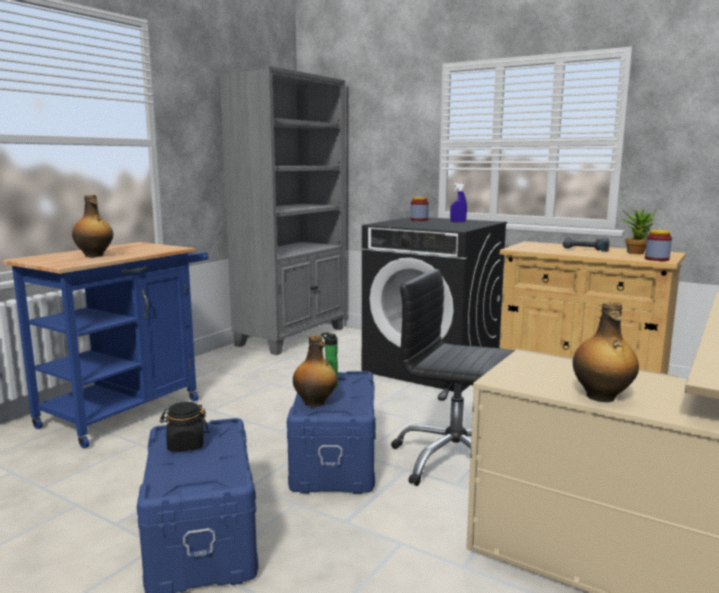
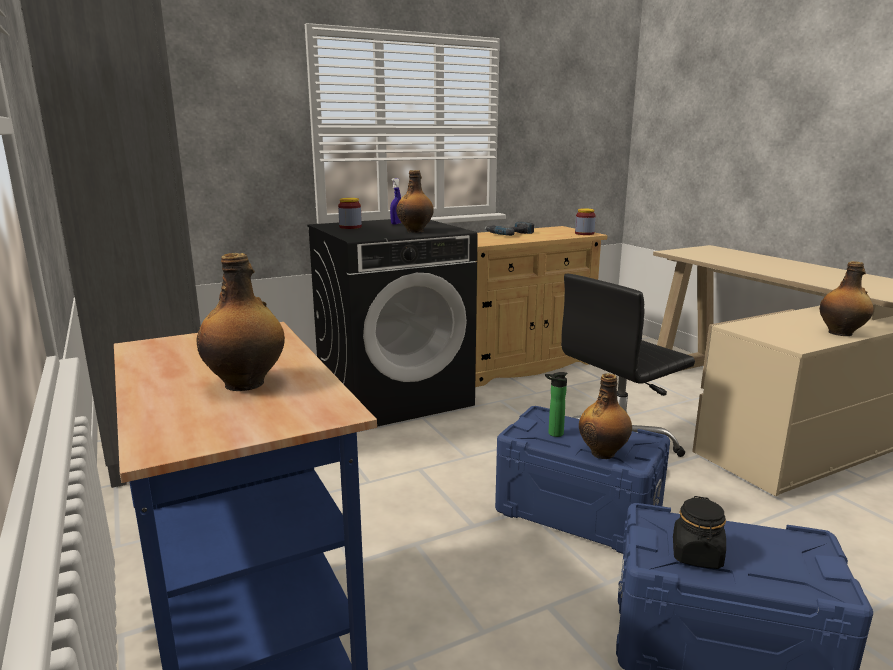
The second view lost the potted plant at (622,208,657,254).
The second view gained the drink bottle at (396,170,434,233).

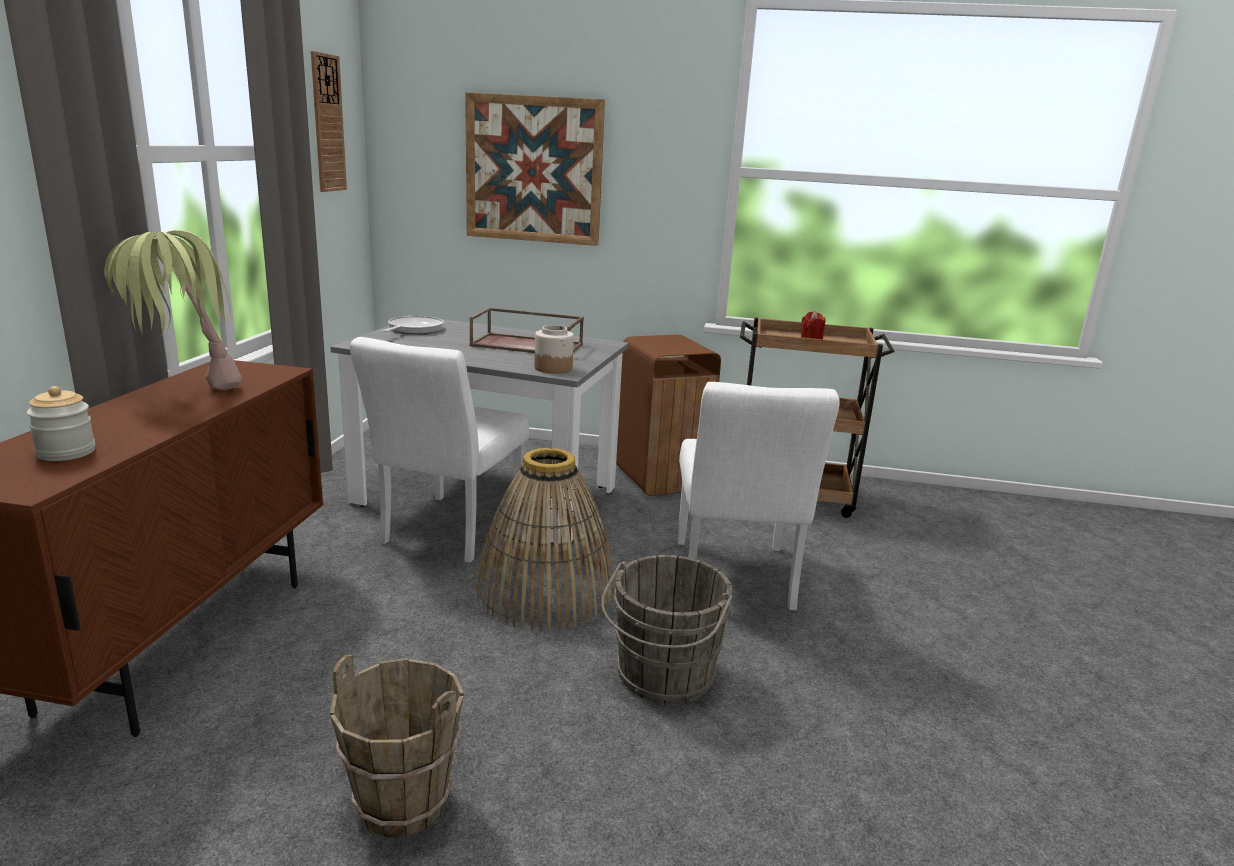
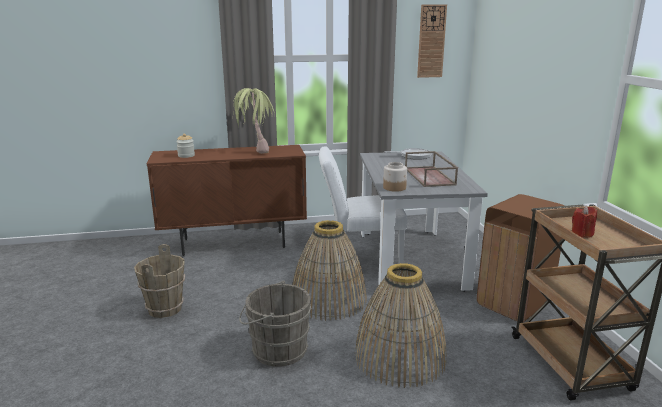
The second view lost the picture at (465,92,605,246).
Where the white-coloured plain chair stood at (677,382,840,610), the basket came to stand at (354,263,447,388).

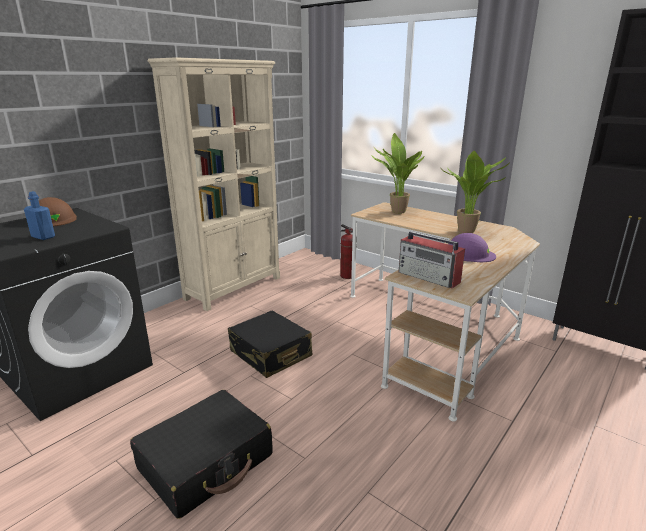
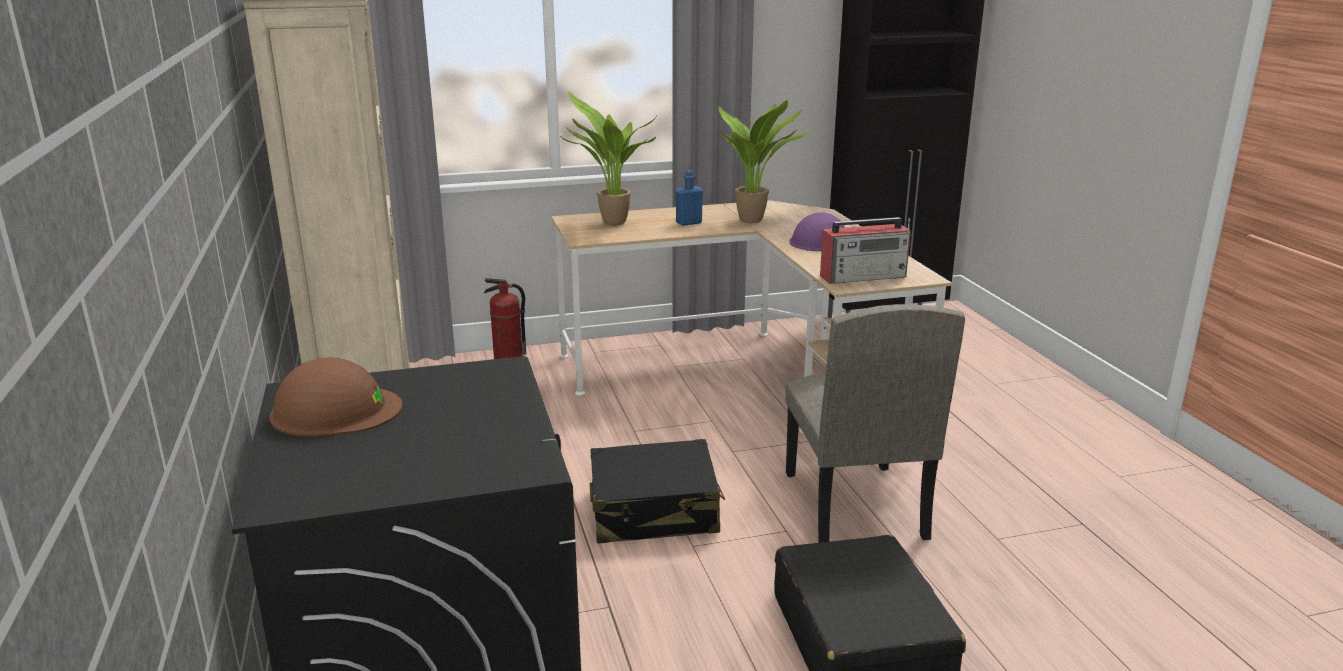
The bluish drink bottle ended up elsewhere, having gone from (24,191,55,240) to (675,170,703,226).
The second view gained the beige-coloured plain chair at (785,304,965,543).

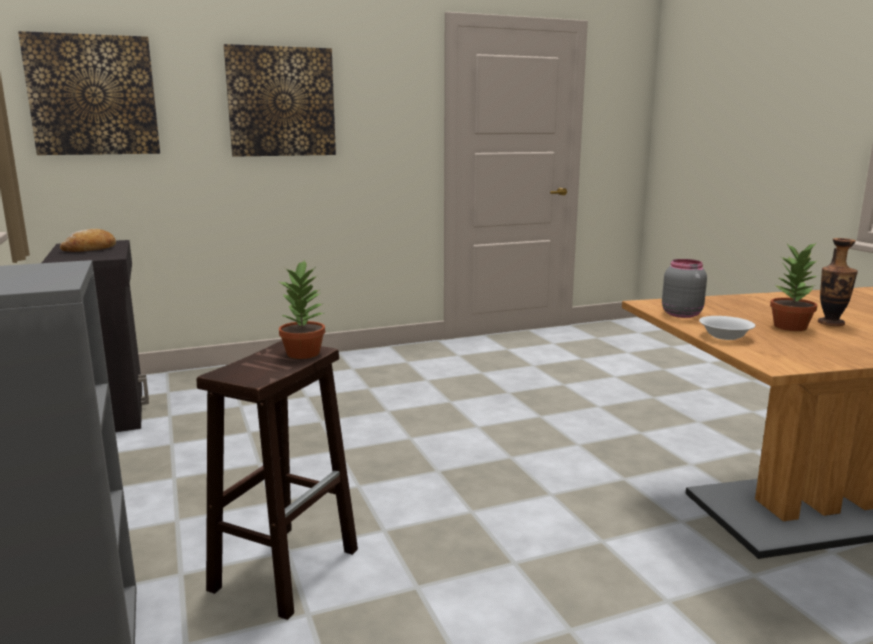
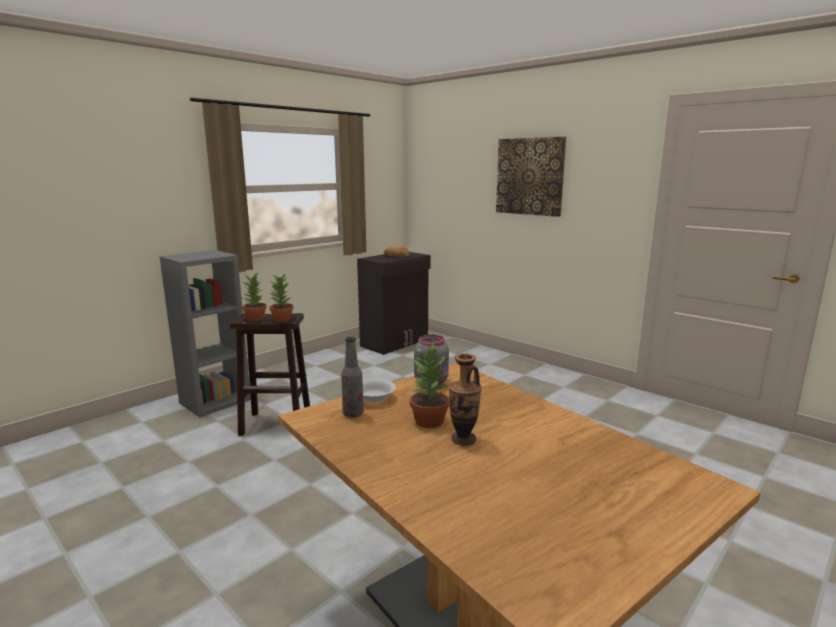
The second view lost the picture at (18,31,160,155).
The second view gained the potted plant at (242,273,267,322).
The second view gained the drink bottle at (341,337,364,417).

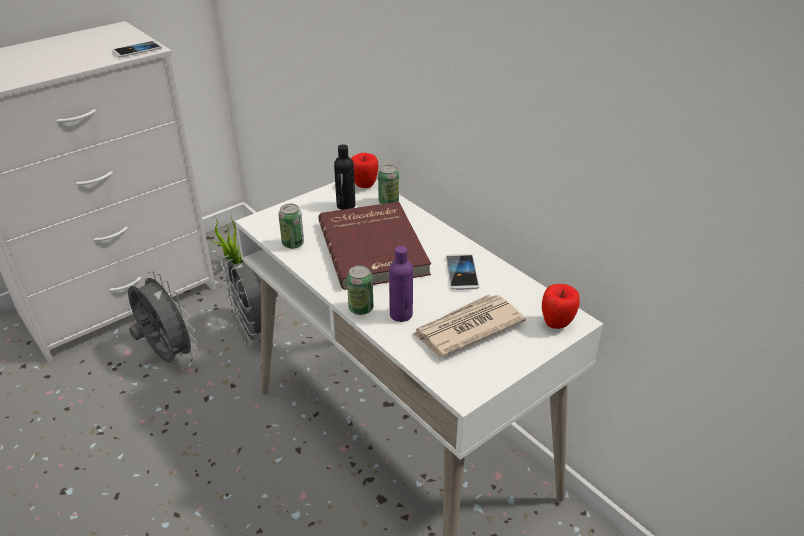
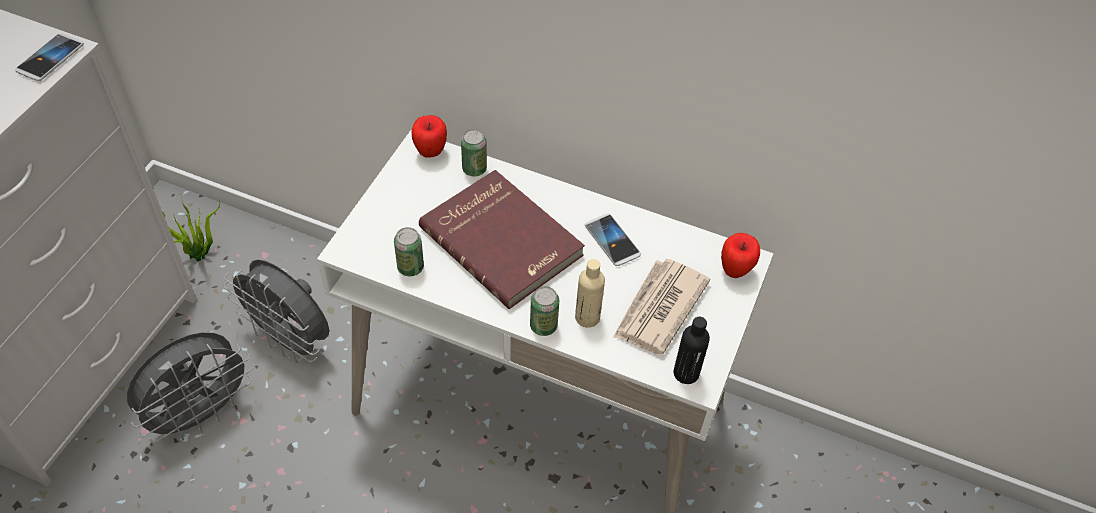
The black-coloured drink bottle ended up elsewhere, having gone from (334,144,355,210) to (674,317,710,384).
What was the purple-coloured drink bottle at (389,246,413,322) turned into the beige-coloured drink bottle at (575,259,605,328).
The gray fan at (128,271,198,363) ended up facing another way, 120 degrees clockwise from before.

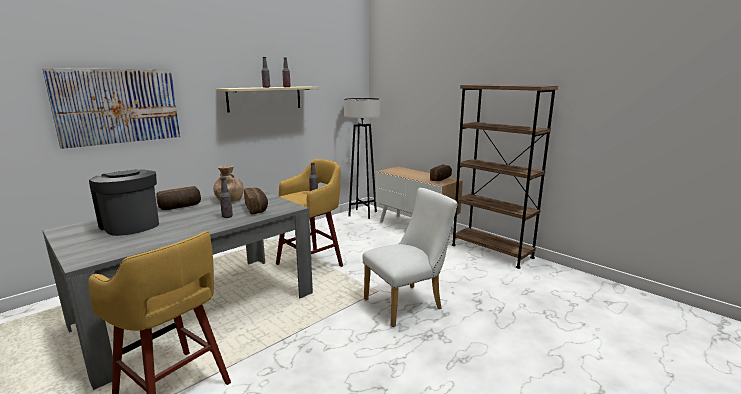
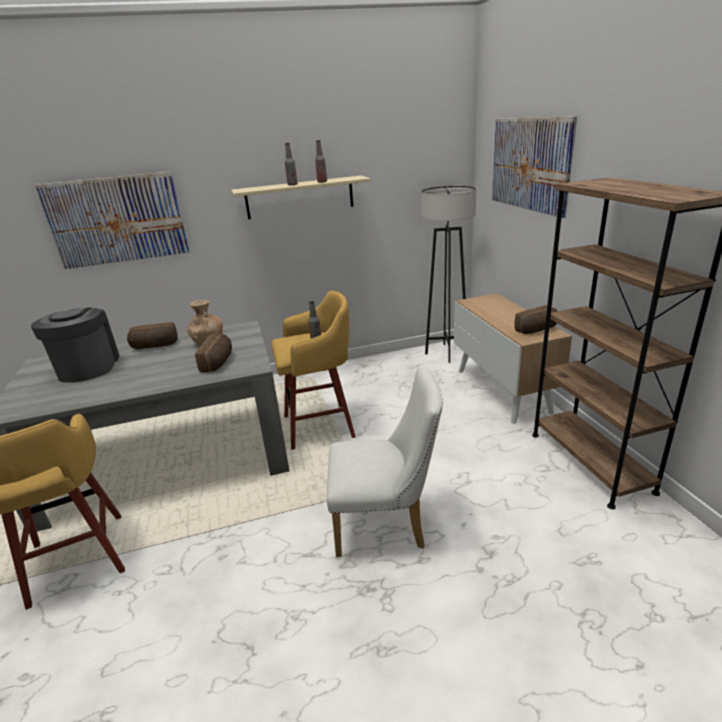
The second view lost the drink bottle at (220,178,233,218).
The second view gained the picture at (492,116,577,218).

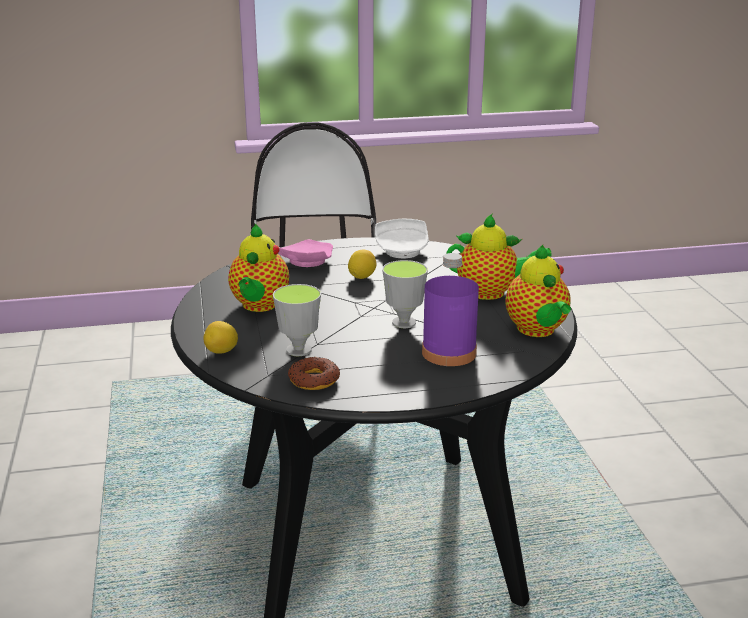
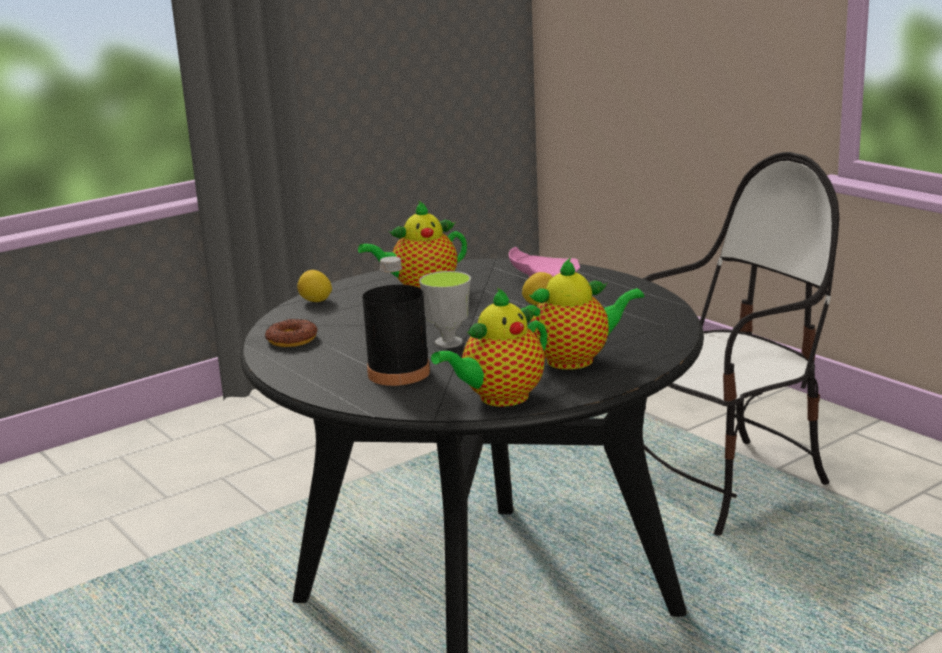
The teapot at (446,214,552,300) ended up facing another way, 90 degrees counterclockwise from before.
The second view lost the white-coloured flat dish at (375,219,429,258).
What was the purple-coloured drink bottle at (422,253,479,366) turned into the black-coloured drink bottle at (362,256,430,386).
The second view lost the cup at (273,284,321,356).

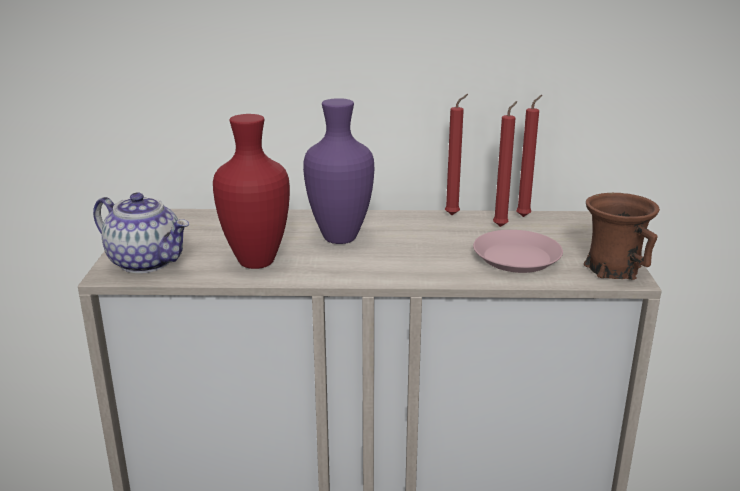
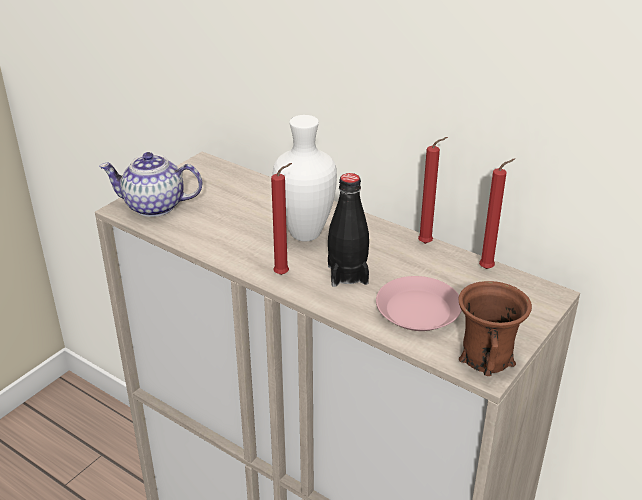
What was the purple-coloured decorative vase at (303,98,374,244) turned into the white-coloured decorative vase at (273,115,337,242).
The red wax light ended up elsewhere, having gone from (493,101,517,227) to (271,163,292,275).
The second view lost the red decorative vase at (213,114,290,269).
The teapot at (93,192,189,273) ended up facing another way, 120 degrees clockwise from before.
The second view gained the black-coloured drink bottle at (328,173,369,287).

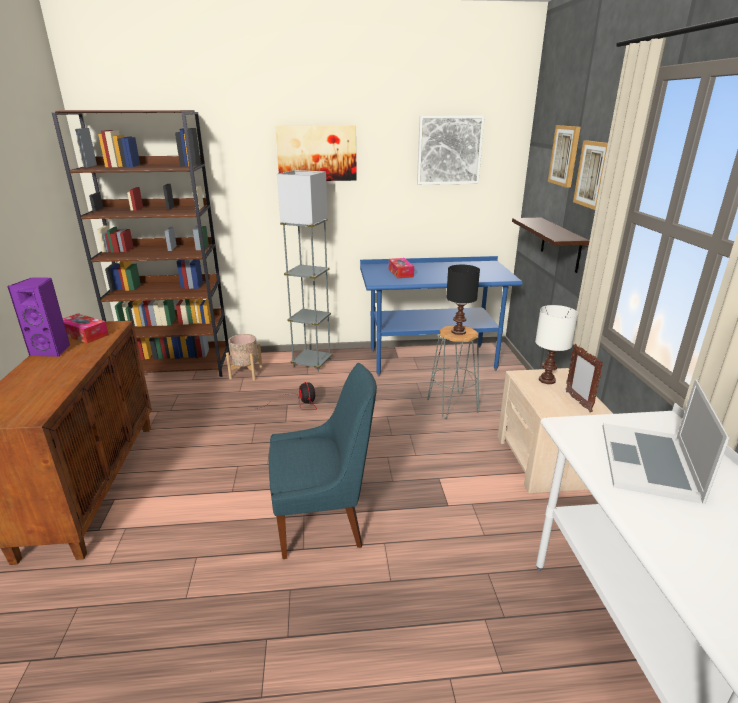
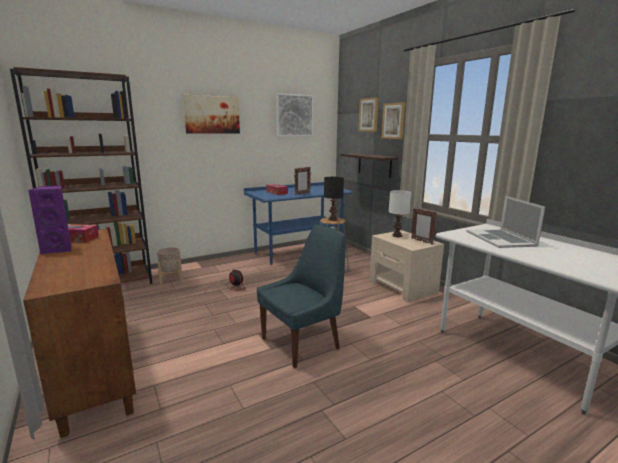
The second view lost the gray floor lamp at (277,170,332,372).
The second view gained the picture frame at (294,167,311,195).

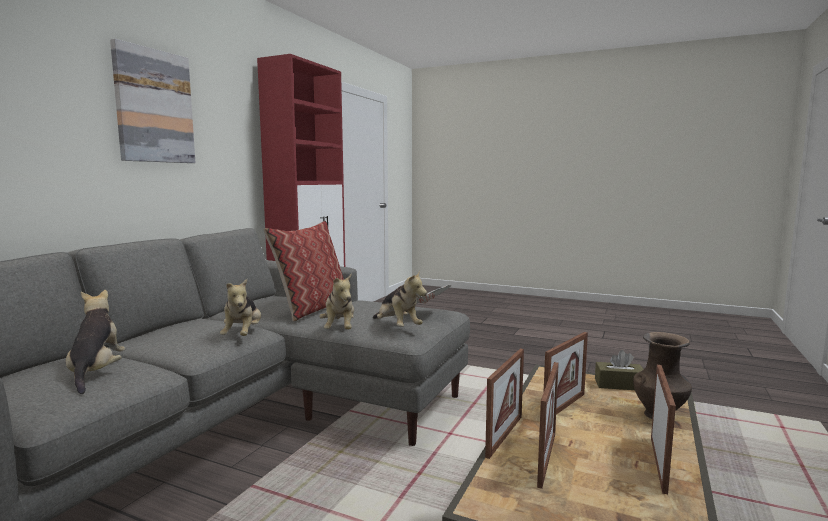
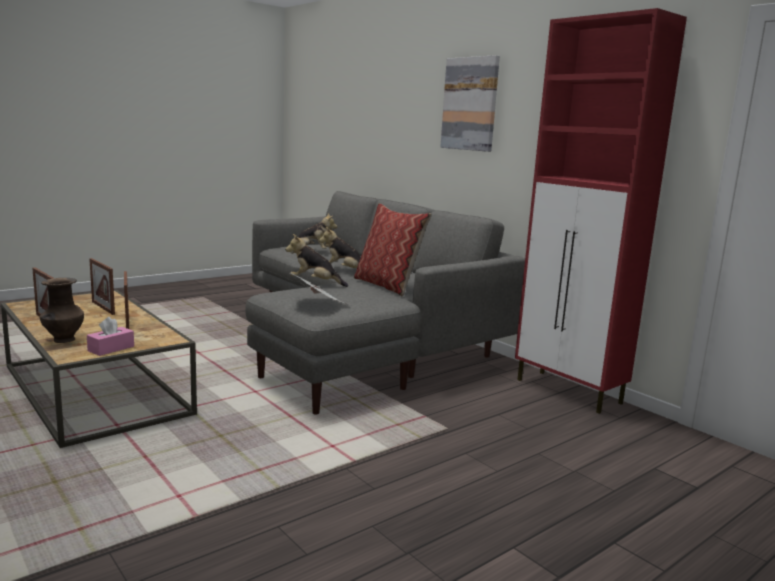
The second view lost the plush toy at (373,270,427,327).
The second view lost the picture frame at (485,349,524,459).
What was the brown box of tissues at (595,350,644,390) turned into the pink box of tissues at (87,317,134,356).

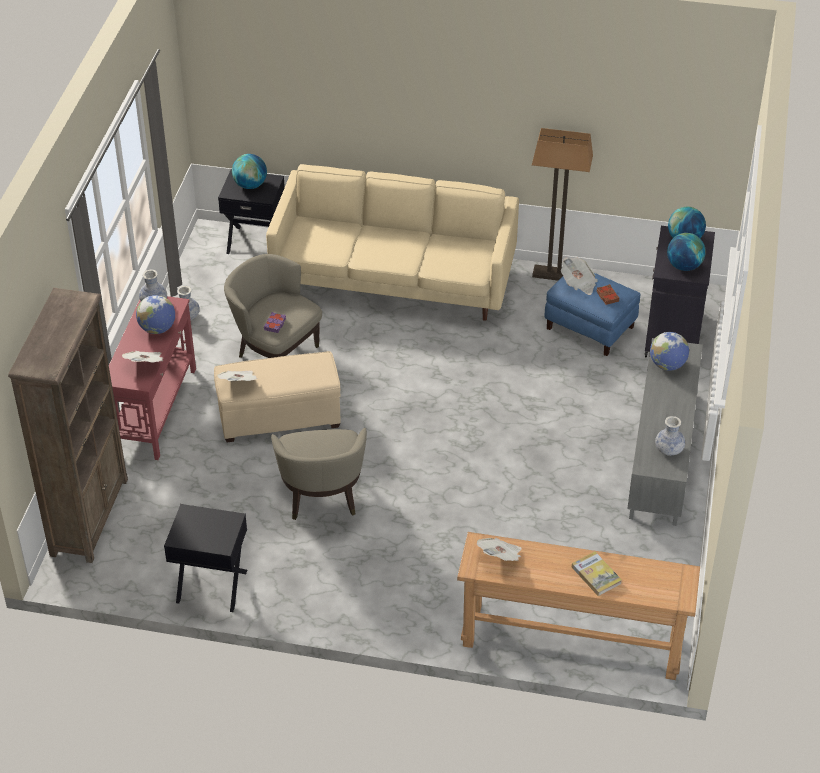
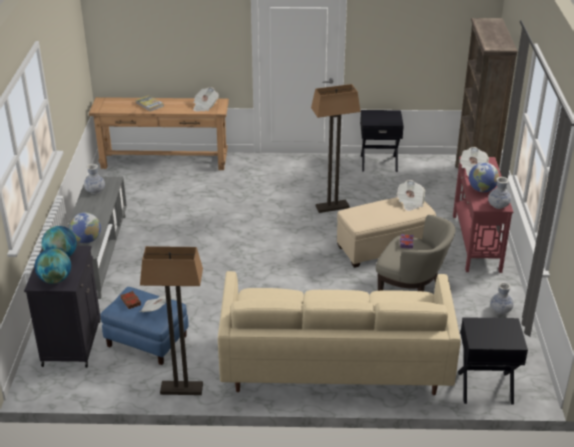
The second view lost the desk globe at (232,154,267,189).
Where the beige-coloured easy chair stood at (271,428,367,520), the floor lamp came to stand at (311,84,361,213).

